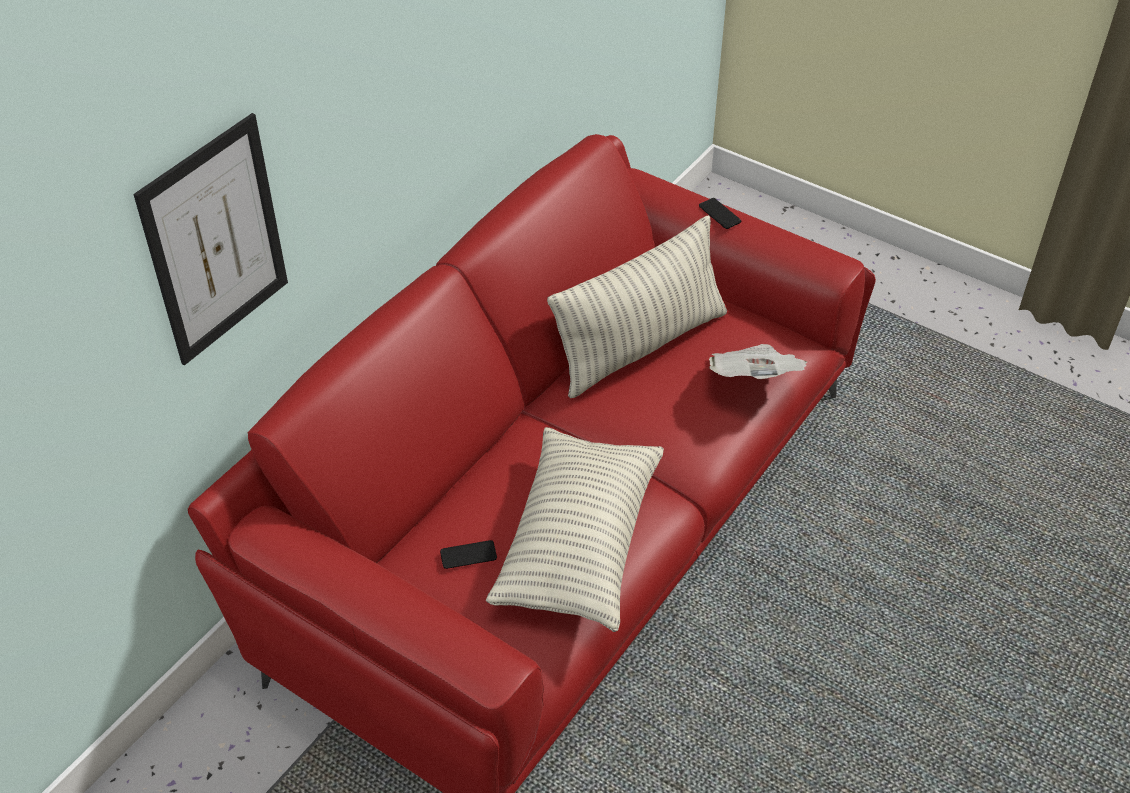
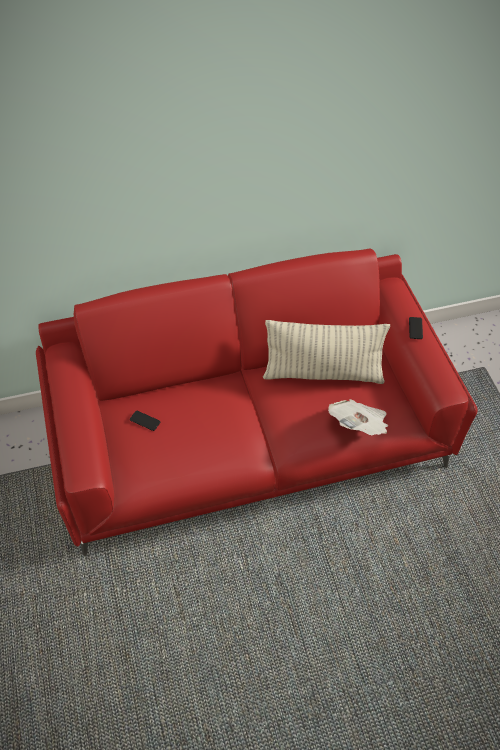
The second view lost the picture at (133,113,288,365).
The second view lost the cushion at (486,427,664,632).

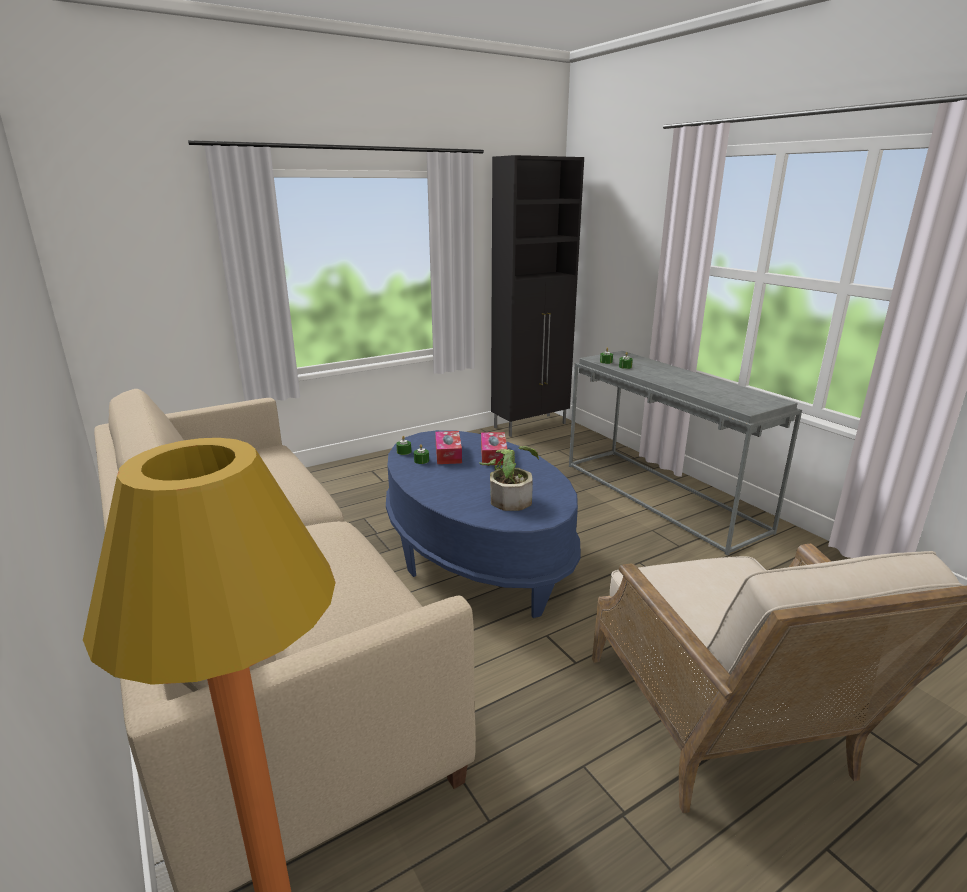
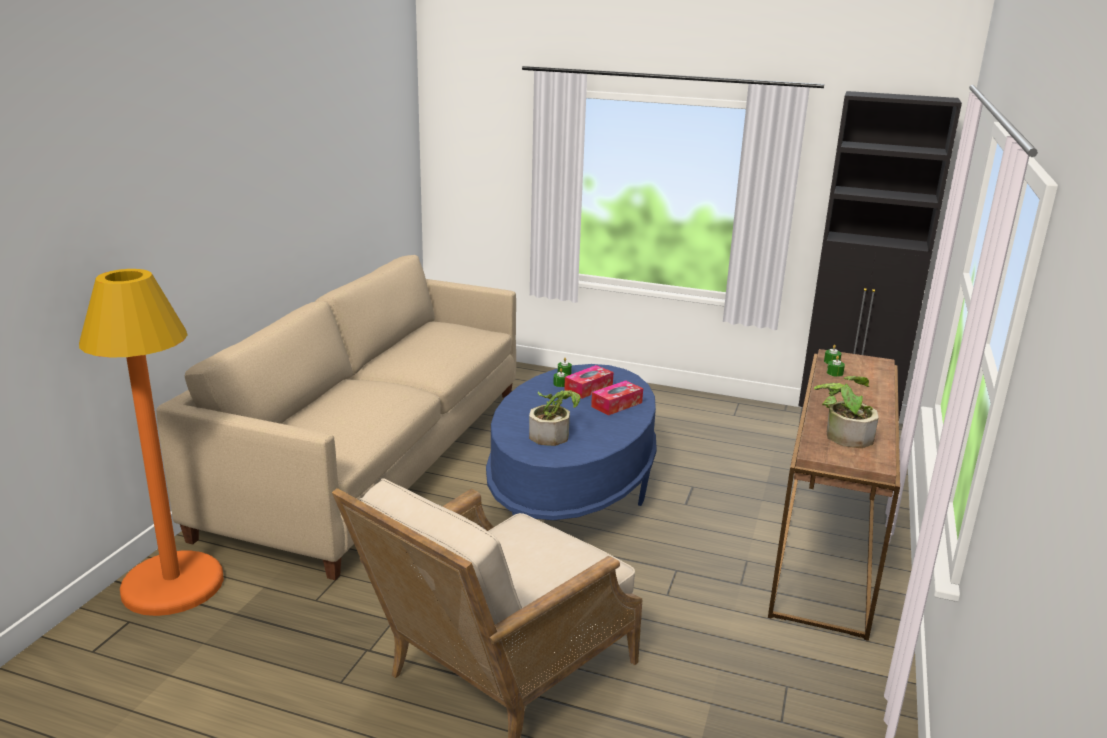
What was the gray console table at (569,351,802,555) turned into the brown console table at (768,349,900,641).
The second view gained the potted plant at (814,376,879,448).

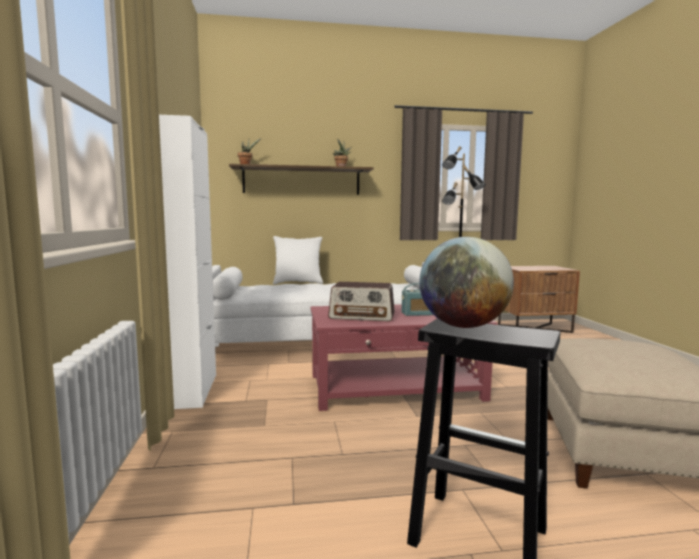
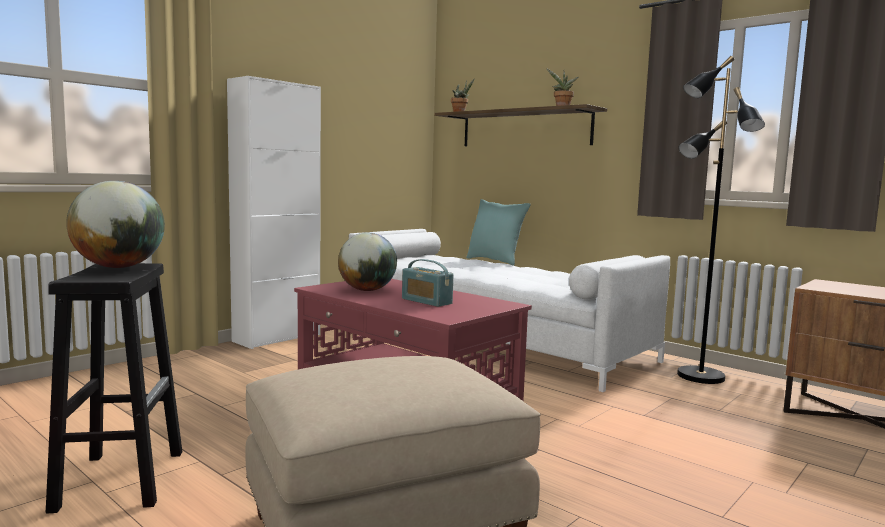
What was the white-coloured cushion at (273,236,323,284) turned into the blue-green cushion at (466,199,531,266).
Where the radio set stood at (328,282,395,321), the desk globe came to stand at (338,232,397,291).

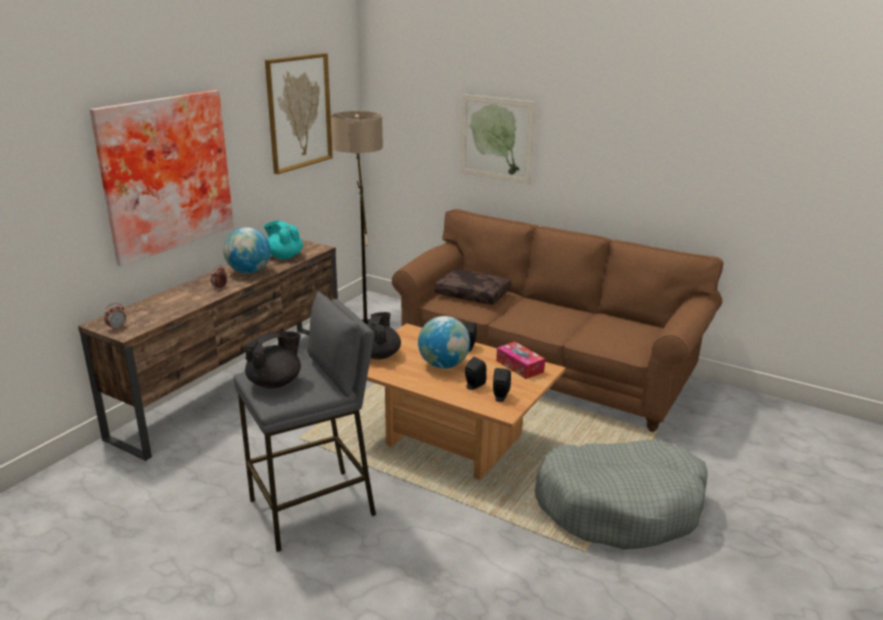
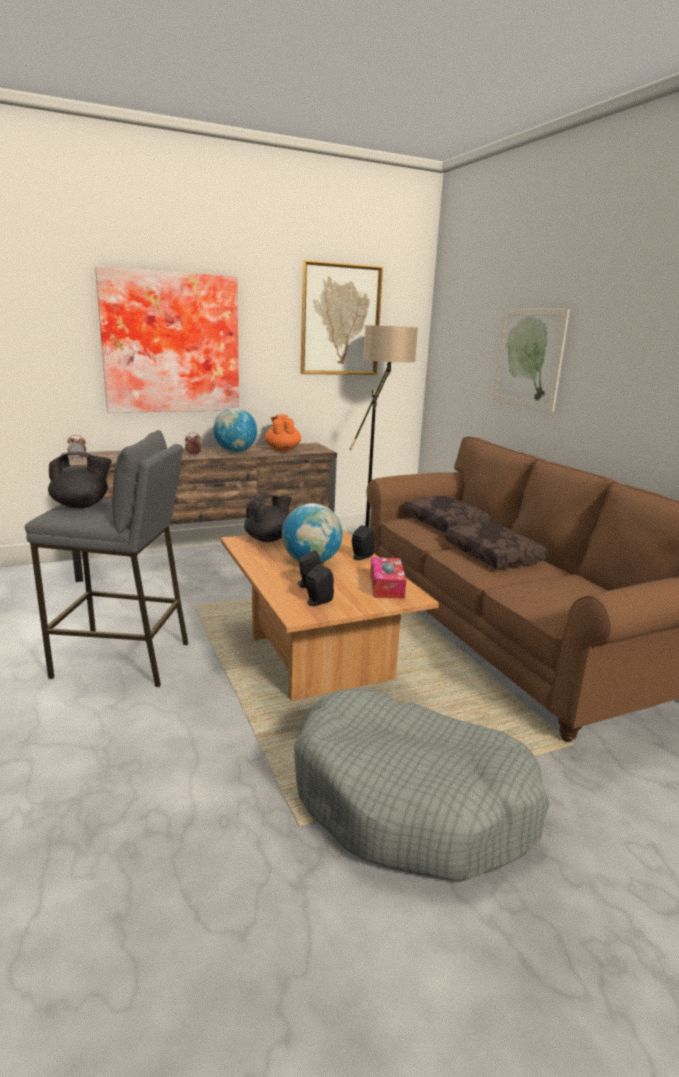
What was the blue-green teapot at (264,220,303,259) turned into the orange-coloured teapot at (265,414,301,451).
The second view gained the brown cushion at (445,522,547,568).

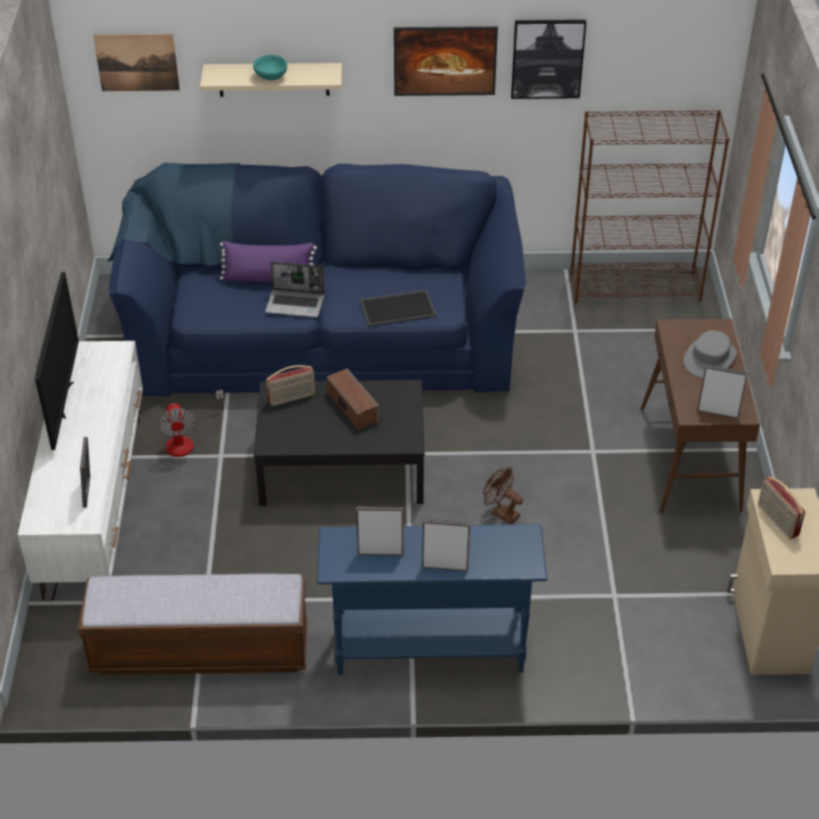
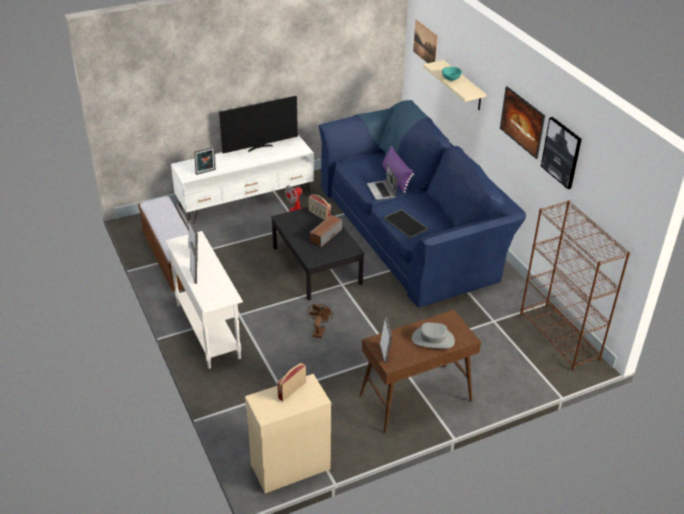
What was the bluish console table at (317,524,547,675) turned into the white-coloured console table at (166,231,243,369).

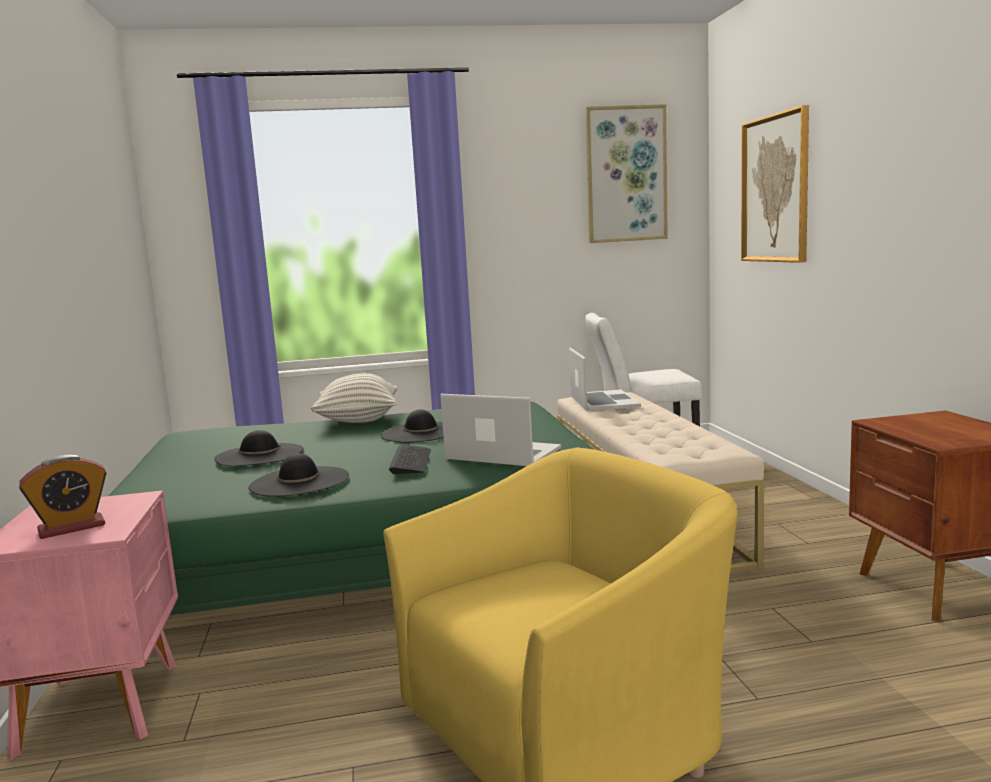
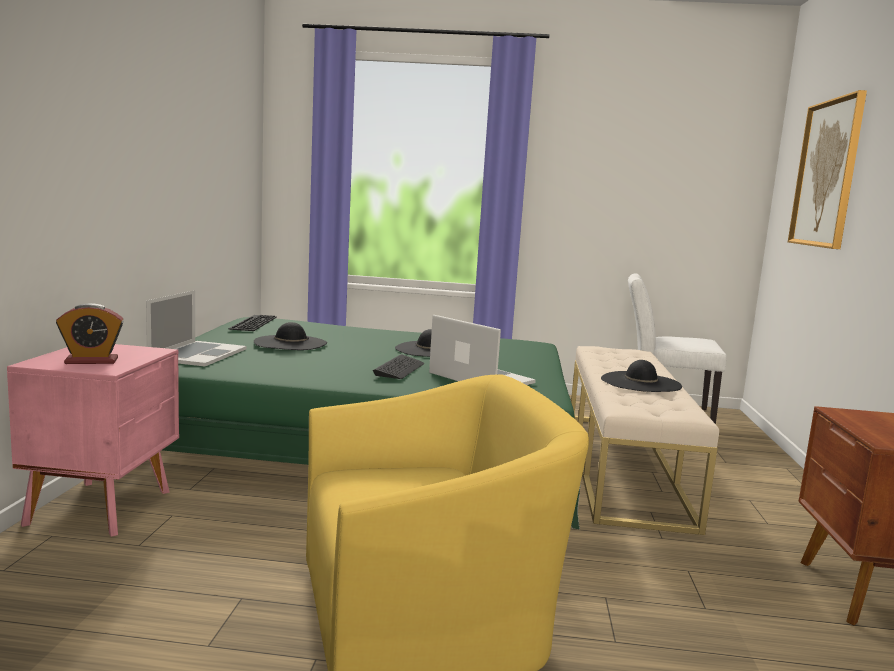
The second view lost the picture at (585,104,668,243).
The laptop ended up elsewhere, having gone from (569,348,641,411) to (146,290,247,367).
The second view lost the cushion at (311,373,397,423).
The black-coloured hat ended up elsewhere, having gone from (248,453,349,497) to (601,360,682,392).
The second view gained the computer keyboard at (229,315,277,331).

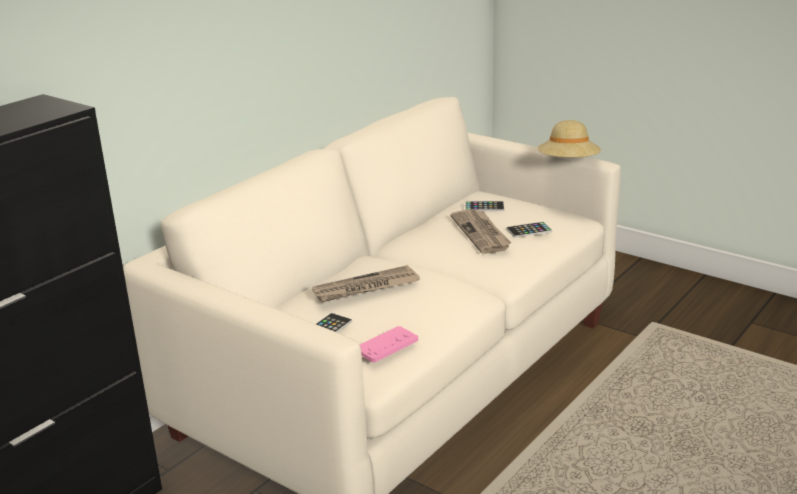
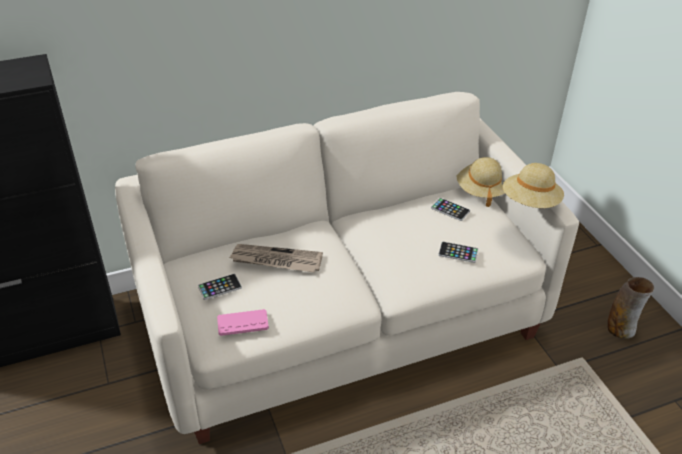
The second view lost the daily paper at (450,209,512,254).
The second view gained the beige-coloured hat at (456,157,505,207).
The second view gained the decorative vase at (608,277,654,339).

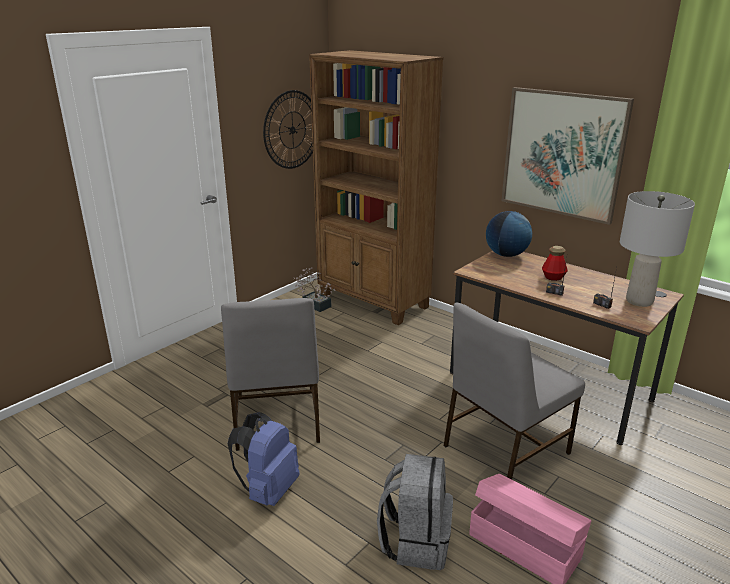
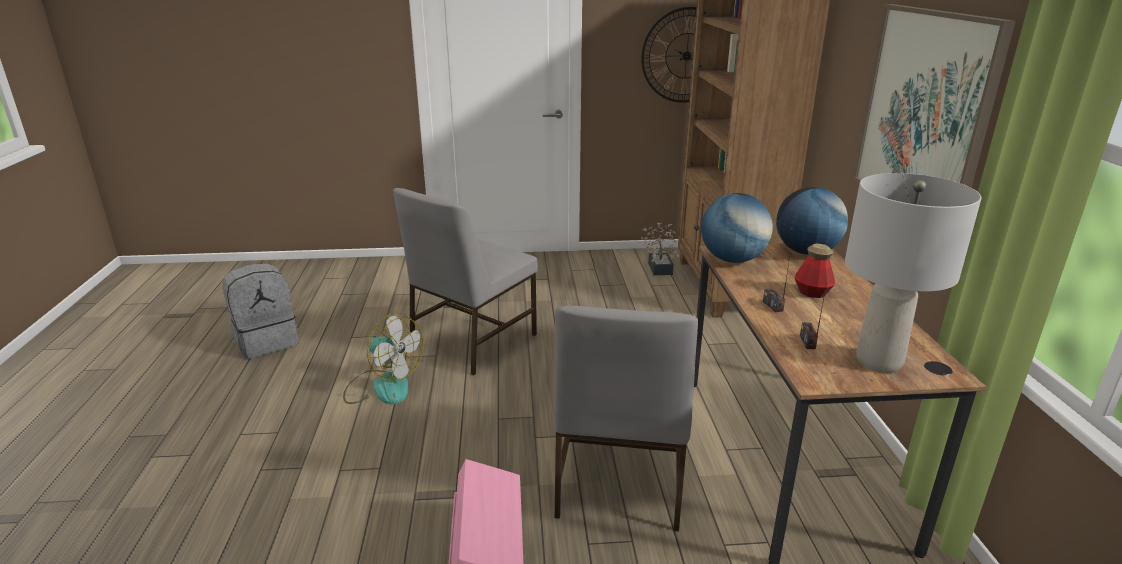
The gray plain chair at (444,303,585,480) ended up facing another way, 90 degrees counterclockwise from before.
Where the bluish knapsack stood at (228,412,300,506), the fan came to stand at (343,312,423,405).
The gray knapsack ended up elsewhere, having gone from (377,454,453,570) to (222,263,299,359).
The second view gained the desk globe at (701,193,773,263).

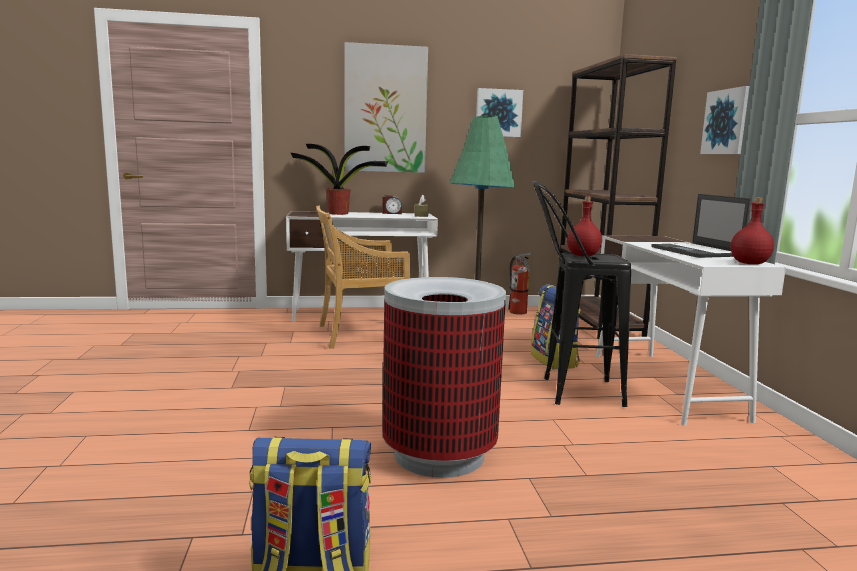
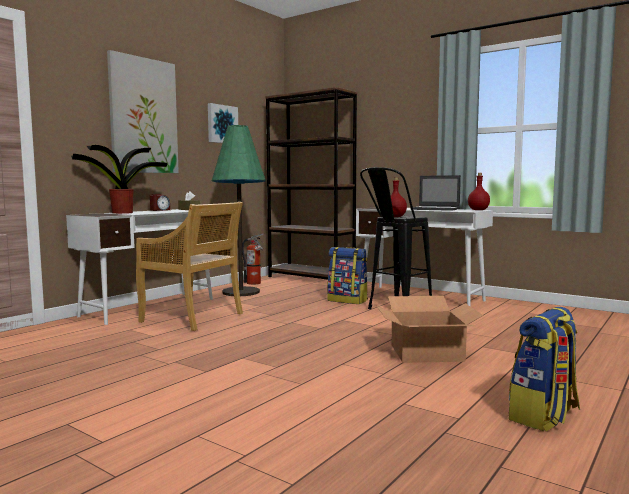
The second view lost the picture at (700,86,749,154).
The beige-coloured plain chair at (316,206,410,349) ended up facing another way, 90 degrees counterclockwise from before.
Where the waste bin stood at (382,277,506,478), the carton came to stand at (377,296,483,363).

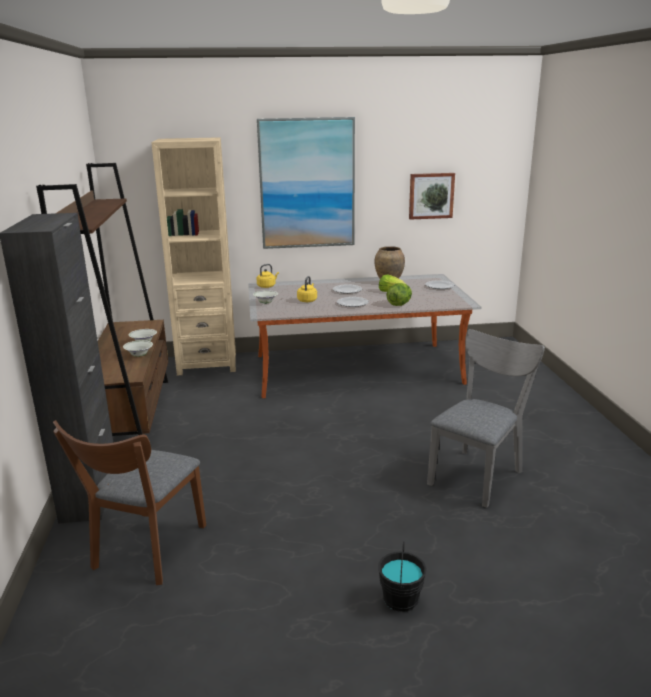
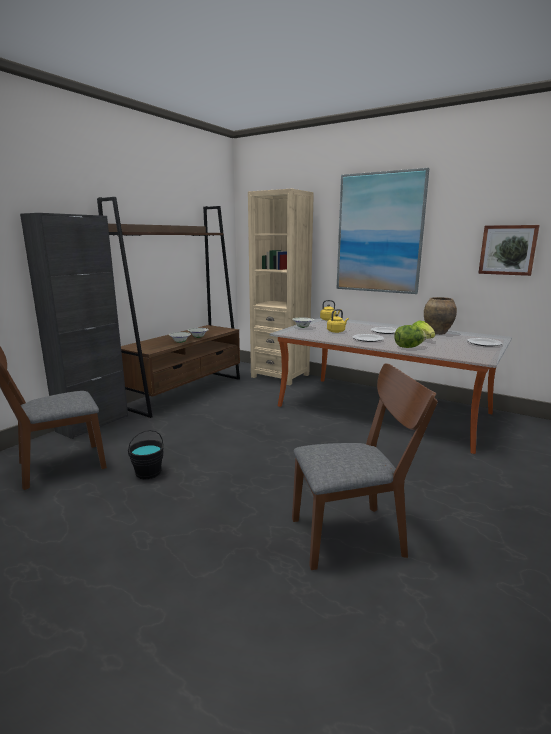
What was the gray plain chair at (427,329,545,508) turned into the brown plain chair at (292,363,438,570).
The black-coloured bucket ended up elsewhere, having gone from (378,541,427,612) to (128,430,164,480).

